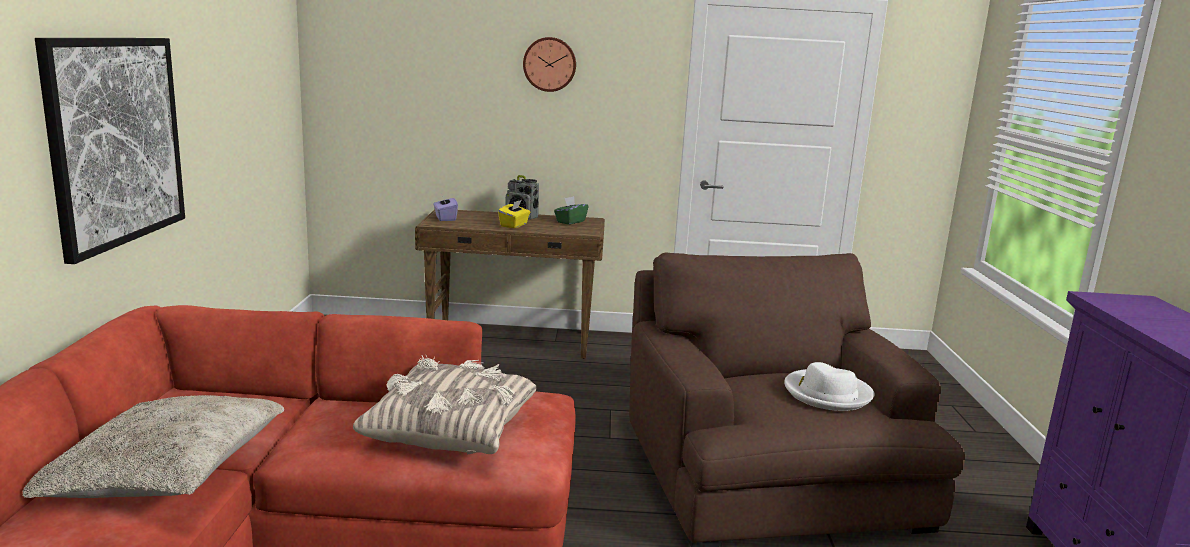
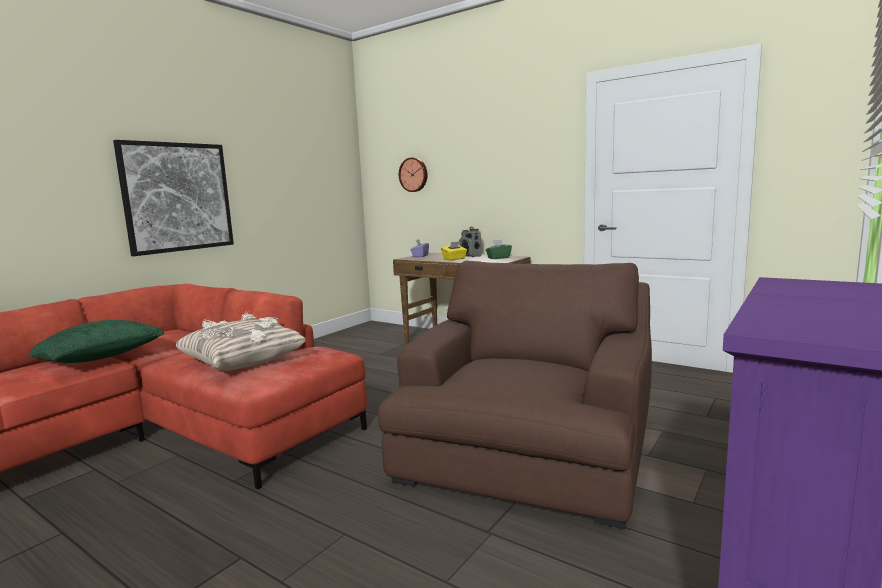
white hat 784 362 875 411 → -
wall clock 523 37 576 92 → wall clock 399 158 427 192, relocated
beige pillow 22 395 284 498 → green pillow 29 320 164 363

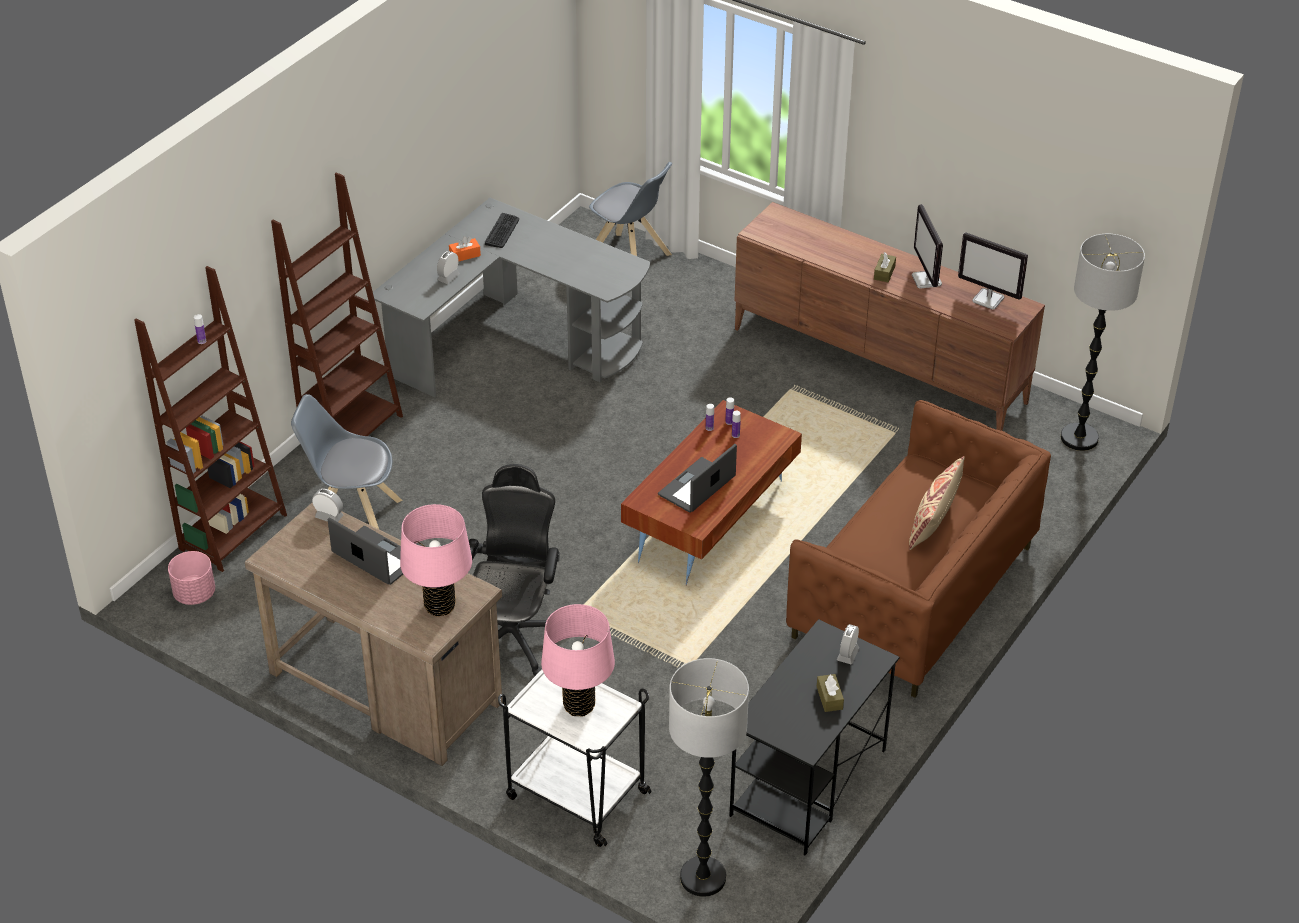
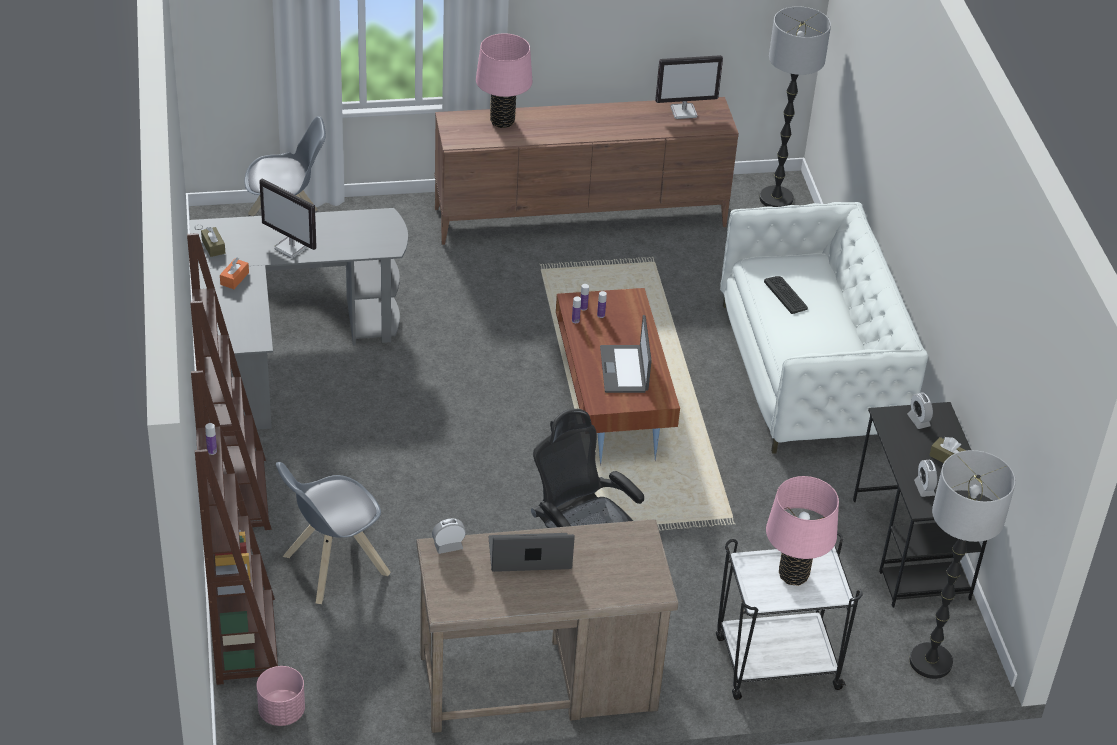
beige pillow 909 456 965 550 → -
pink table lamp 400 504 472 617 → pink table lamp 476 33 532 128, relocated
alarm clock 437 251 460 284 → alarm clock 914 460 937 497, relocated
keyboard 485 213 519 248 → keyboard 764 276 808 314, relocated
brown tissue box 874 252 896 282 → brown tissue box 201 227 225 257, relocated
monitor 912 204 943 289 → monitor 259 179 317 258, relocated
brown sofa 786 400 1051 698 → white sofa 720 202 928 454

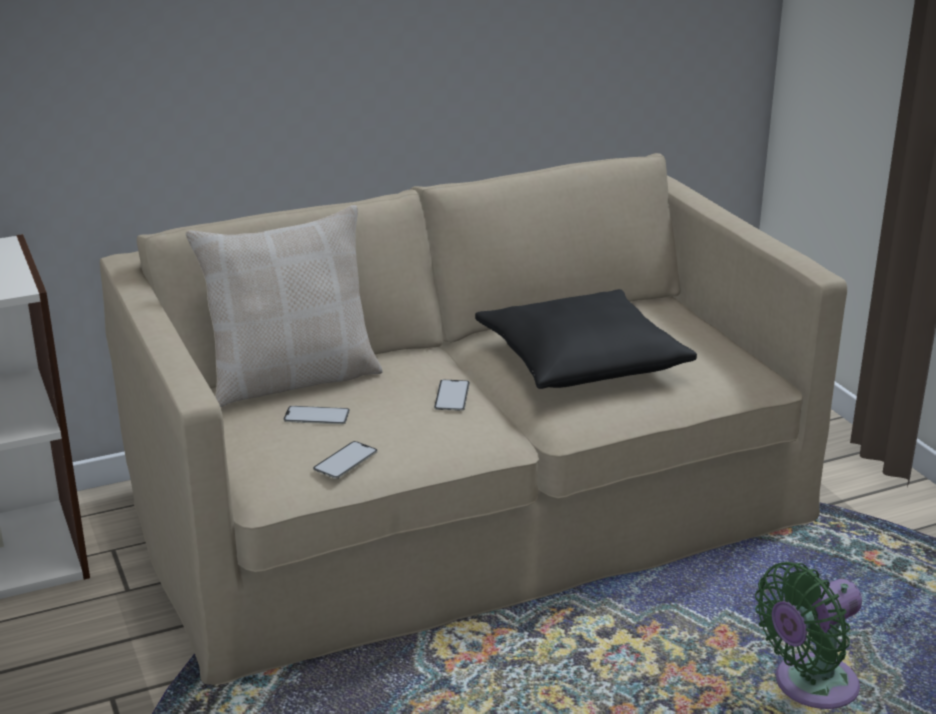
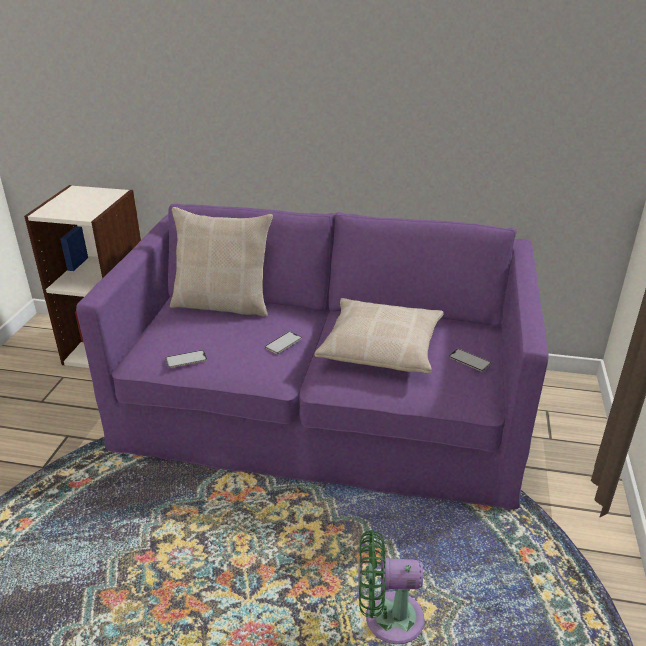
phone 284 406 350 425 → phone 449 349 491 371, relocated
beige sofa 100 153 847 685 → purple sofa 76 204 549 510
black pillow 475 289 697 389 → beige pillow 315 298 444 373

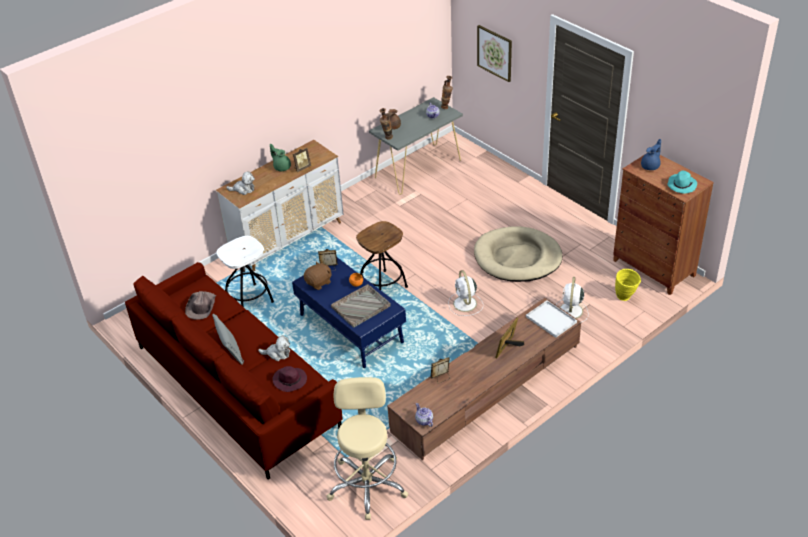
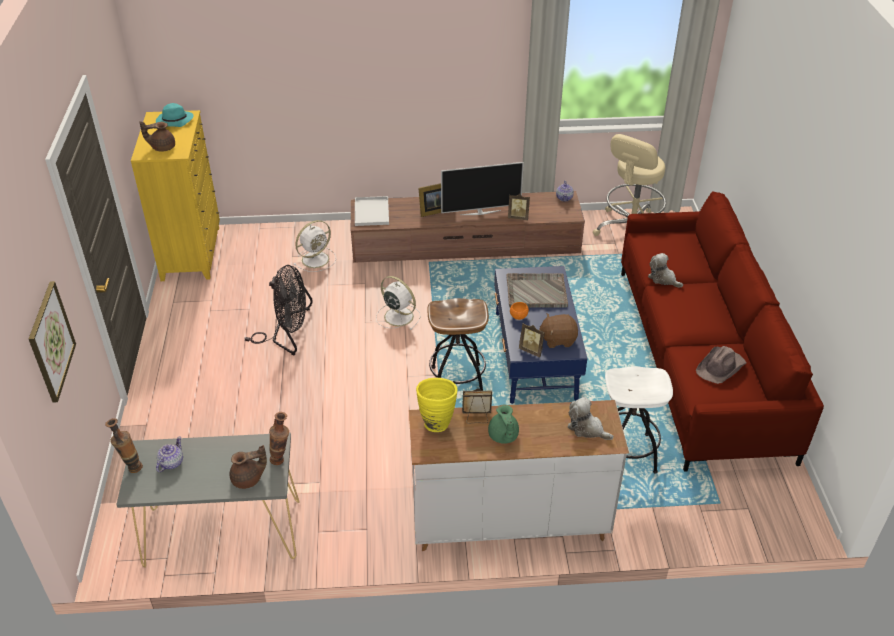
grey pillow 212 314 244 365 → -
purple hat 272 366 307 392 → -
- → television 441 162 524 215
yellow vase 615 269 641 301 → yellow vase 416 378 457 432, relocated
beige dog bed 474 226 562 282 → black fan 245 265 312 356
brown dresser 613 155 714 295 → yellow dresser 131 110 220 281
blue teapot 641 139 661 170 → brown teapot 140 121 175 151
white fan 448 270 483 316 → white fan 376 276 421 330, 75 degrees counterclockwise

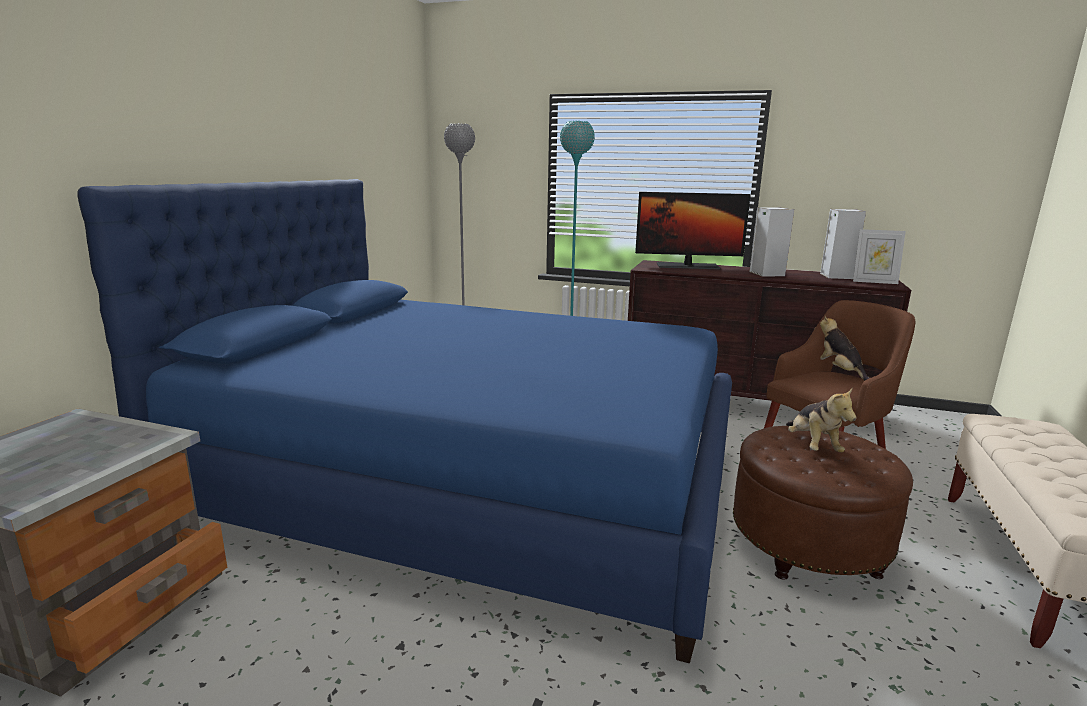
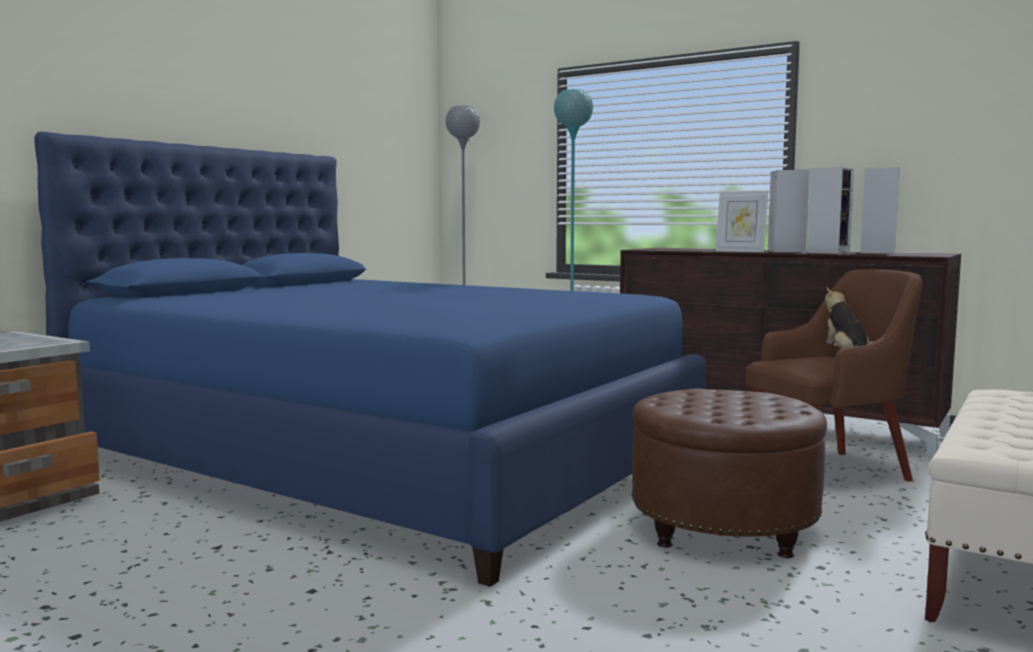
monitor 635 192 751 270 → -
plush toy 786 387 856 452 → -
- → speaker 807 167 854 254
picture frame 853 229 906 284 → picture frame 715 191 768 252, relocated

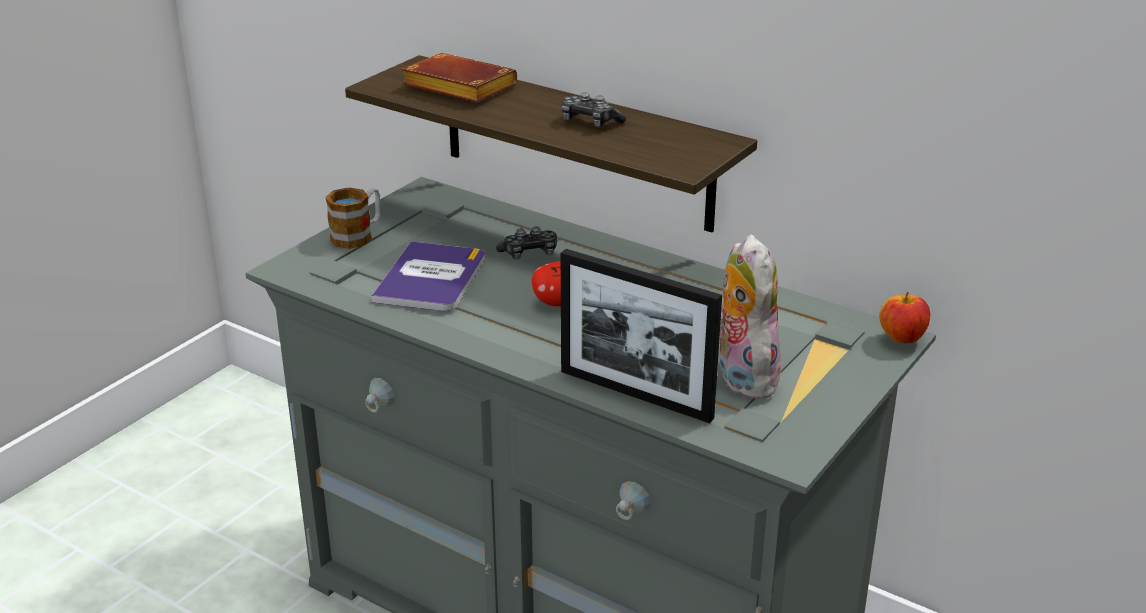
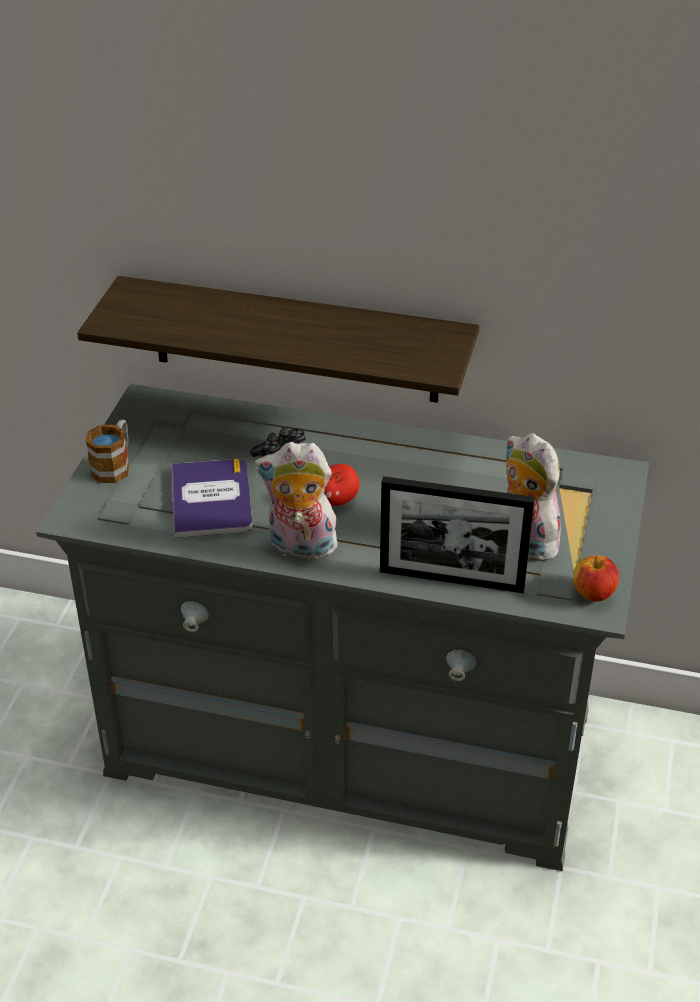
brown book 401 53 517 103 → -
game controller 562 93 626 127 → -
- → plush toy 254 442 340 561
apple 879 292 930 343 → apple 573 555 619 602, relocated

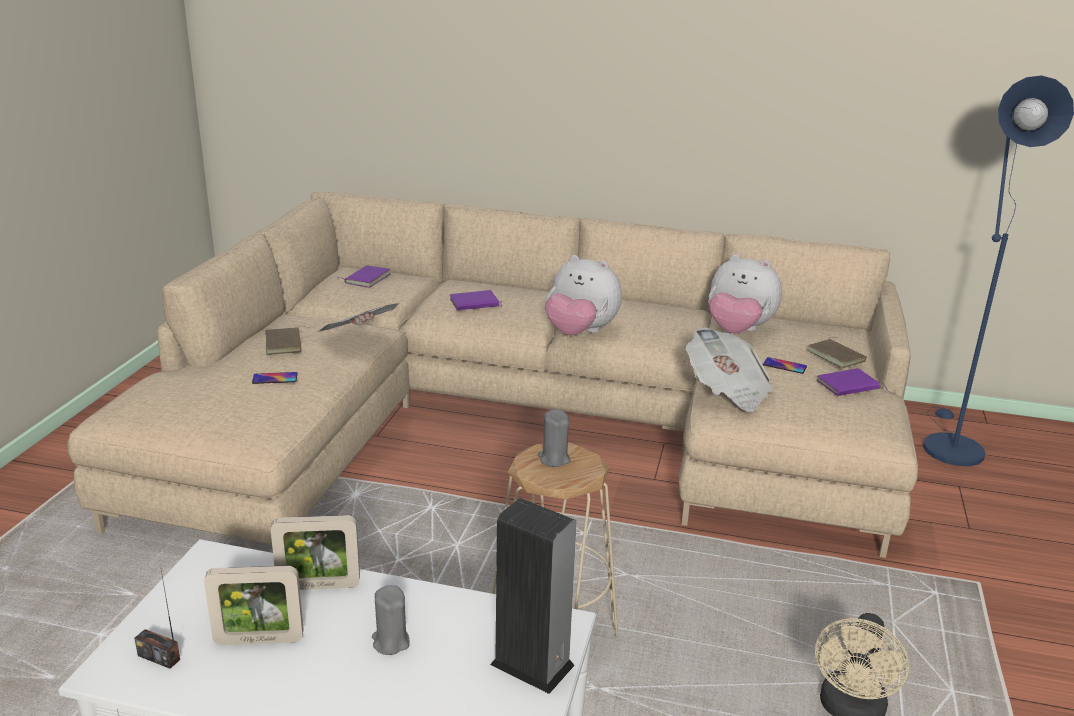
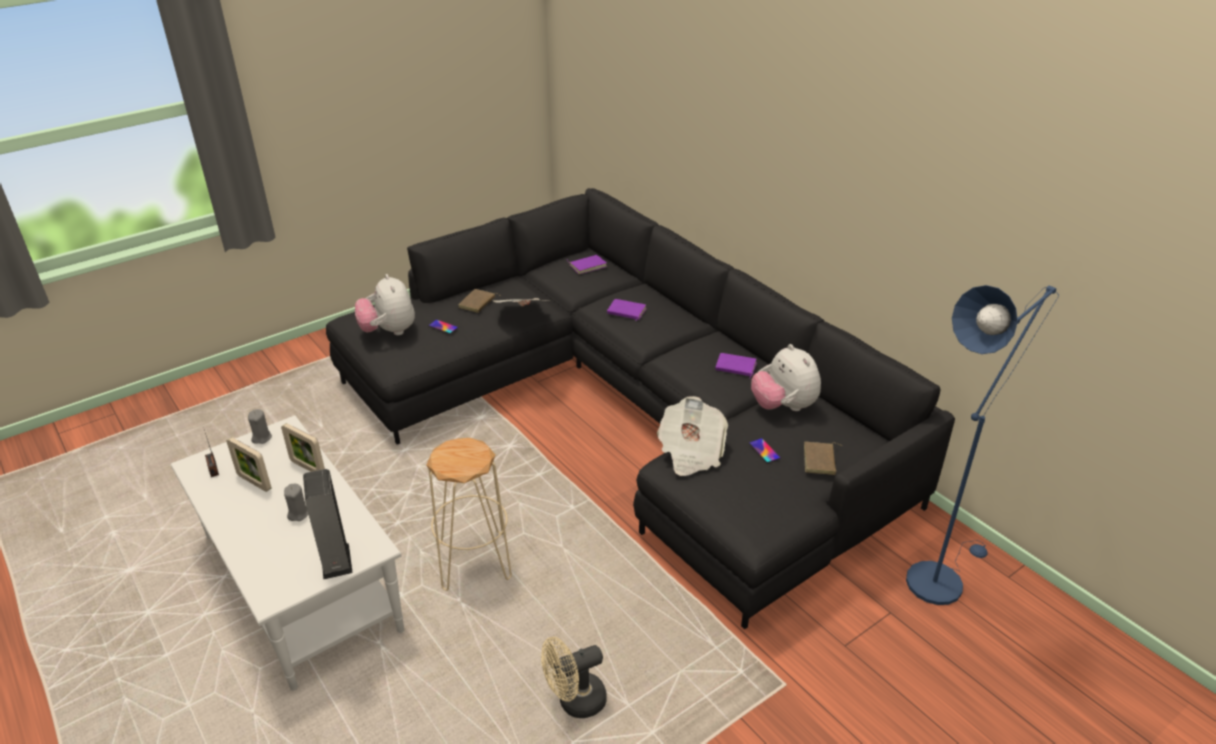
grey candle 538 409 571 467 → grey candle 248 409 272 444, relocated
plush toy 545 255 622 335 → plush toy 355 274 415 335, relocated
purple book 817 368 888 396 → purple book 715 353 757 379, relocated
beige sofa 67 192 918 558 → black sofa 326 188 955 629

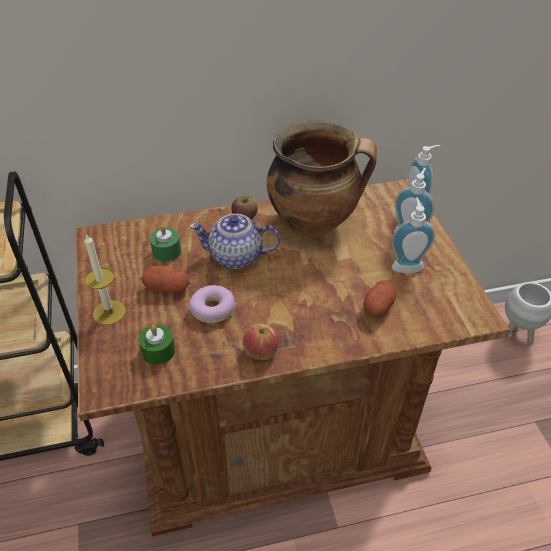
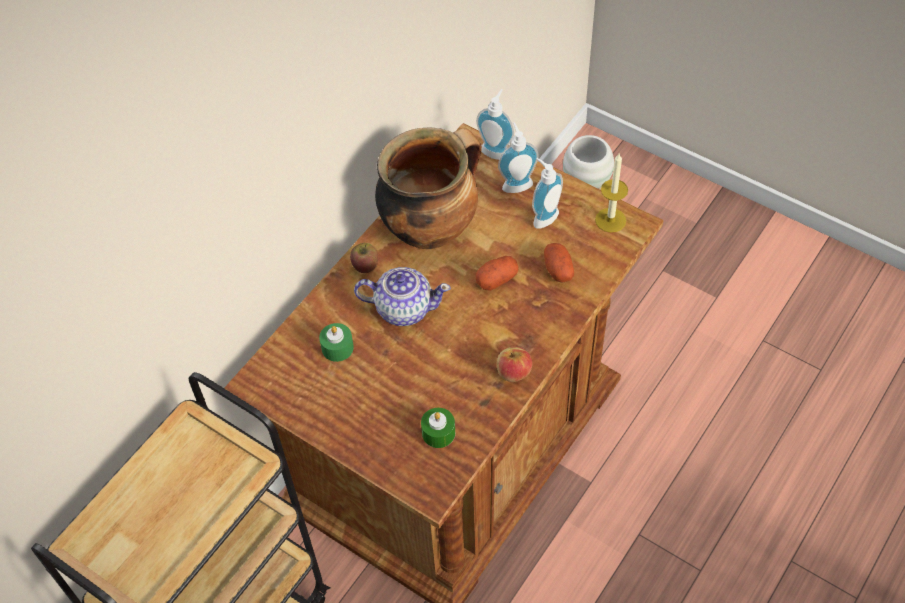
donut 189 285 235 323 → -
candle 84 233 126 325 → candle 595 154 628 233, relocated
potato 141 266 189 293 → potato 475 256 519 291, relocated
teapot 189 214 280 269 → teapot 354 267 451 326, 135 degrees counterclockwise

